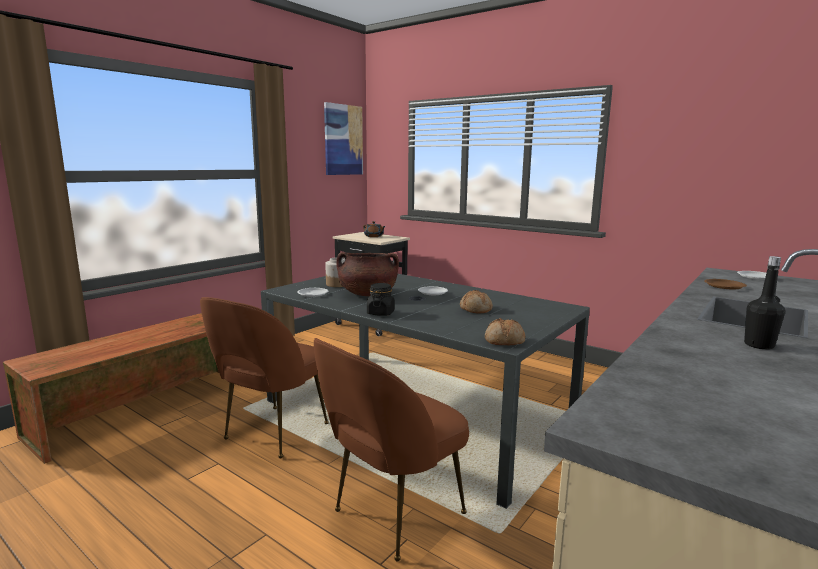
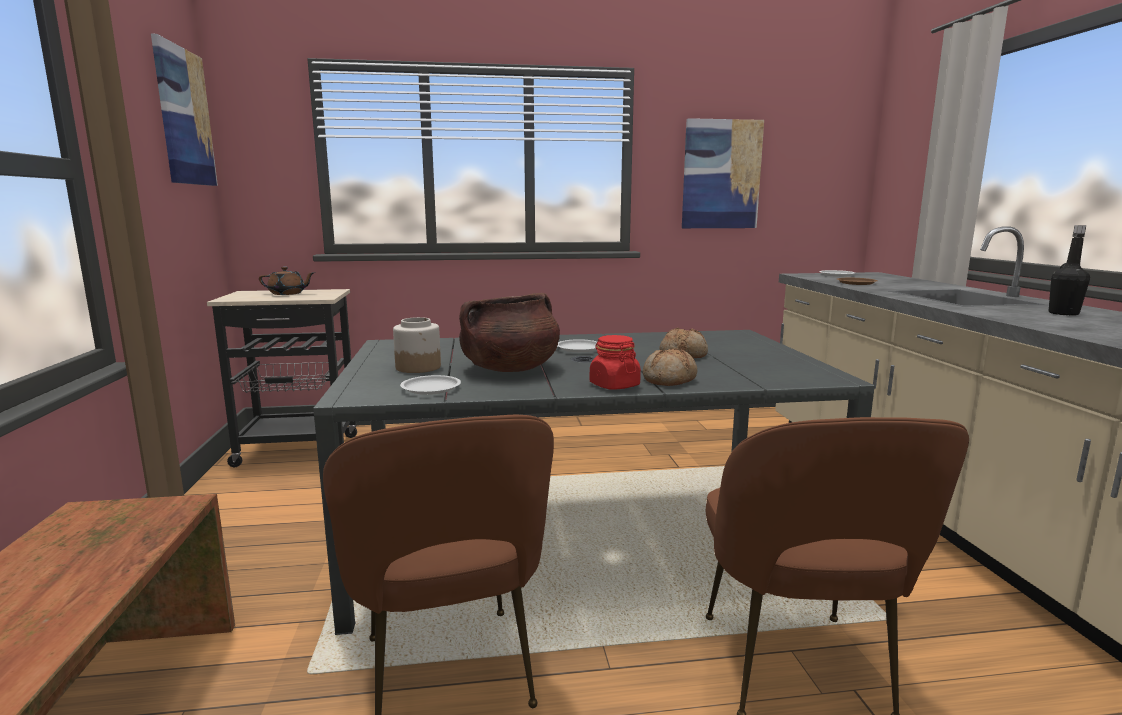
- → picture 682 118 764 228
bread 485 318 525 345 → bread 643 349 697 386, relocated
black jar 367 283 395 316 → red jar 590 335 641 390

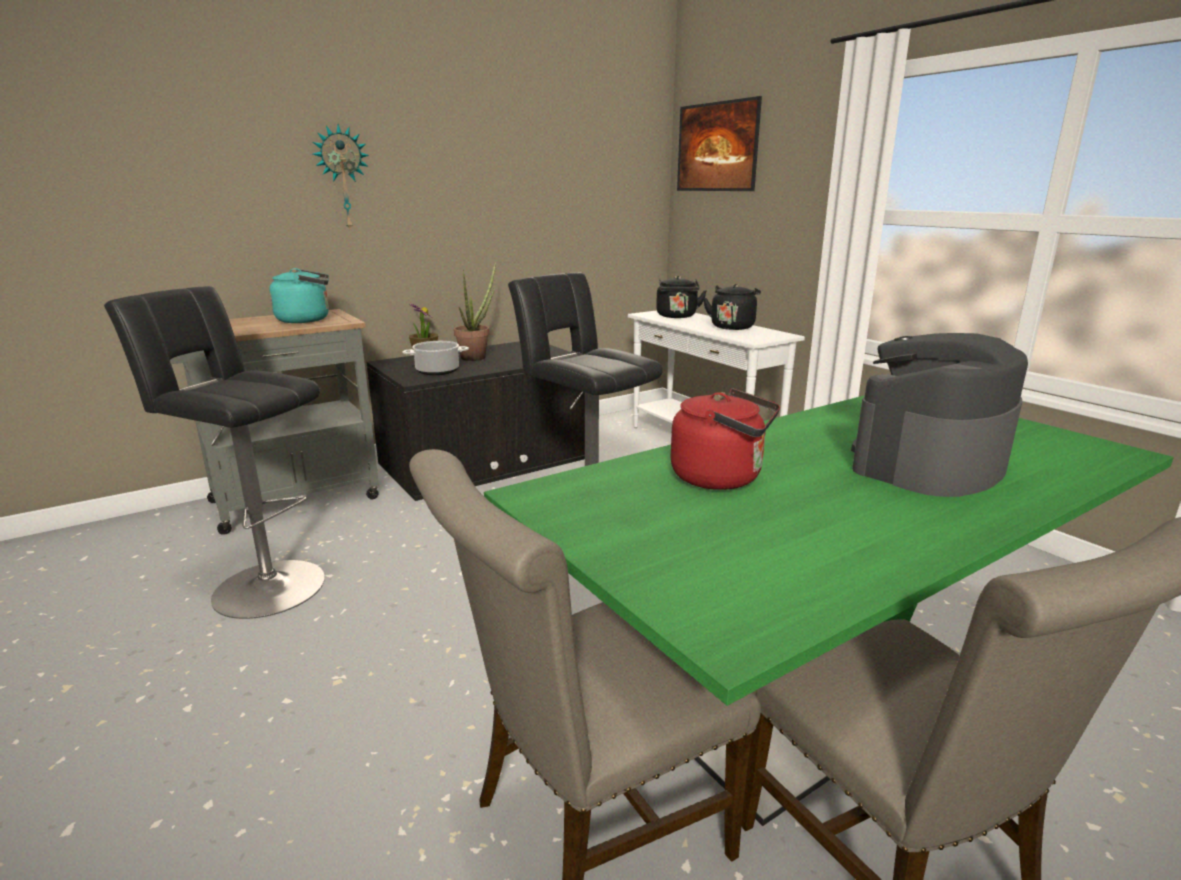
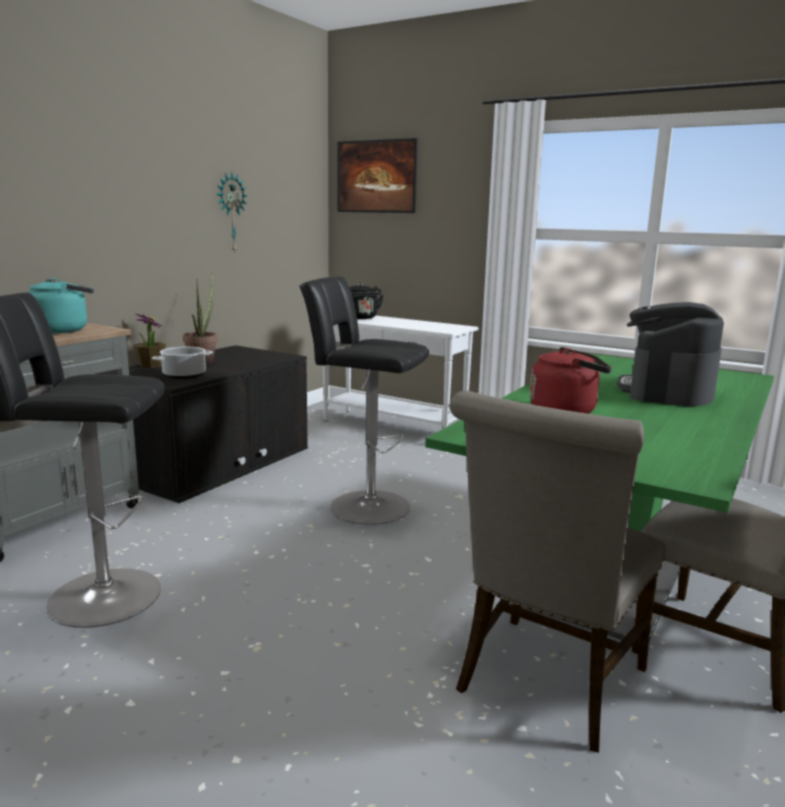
black kettle 703 284 761 330 → -
wall clock 313 124 369 229 → wall clock 217 172 247 252, relocated

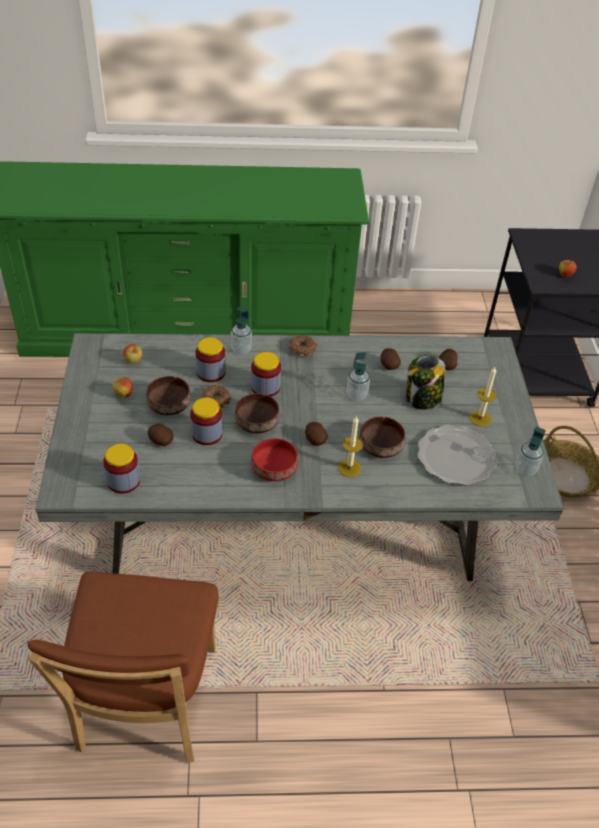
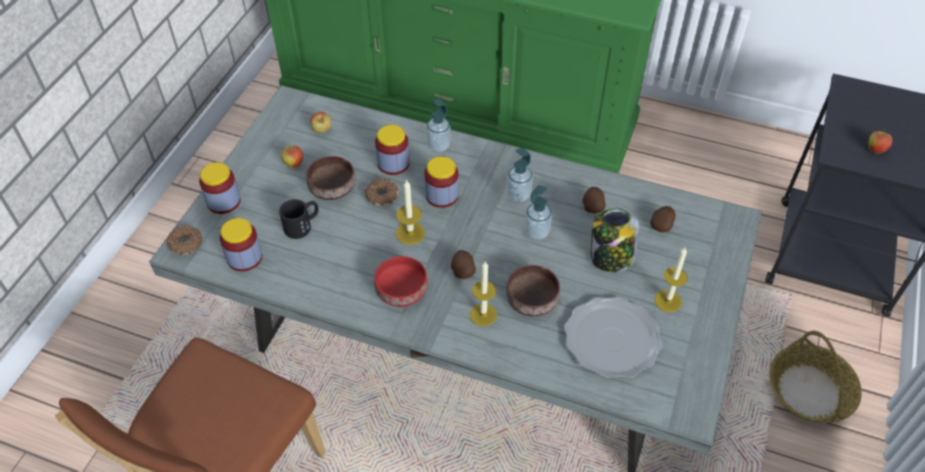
jar 190 398 223 445 → jar 199 162 241 214, relocated
donut 289 335 318 356 → donut 166 225 202 255, relocated
soap dispenser 515 426 546 476 → soap dispenser 507 148 533 202, relocated
potato 148 424 173 446 → black mug 279 199 319 239
brown bowl 235 393 280 433 → candle 396 179 425 245

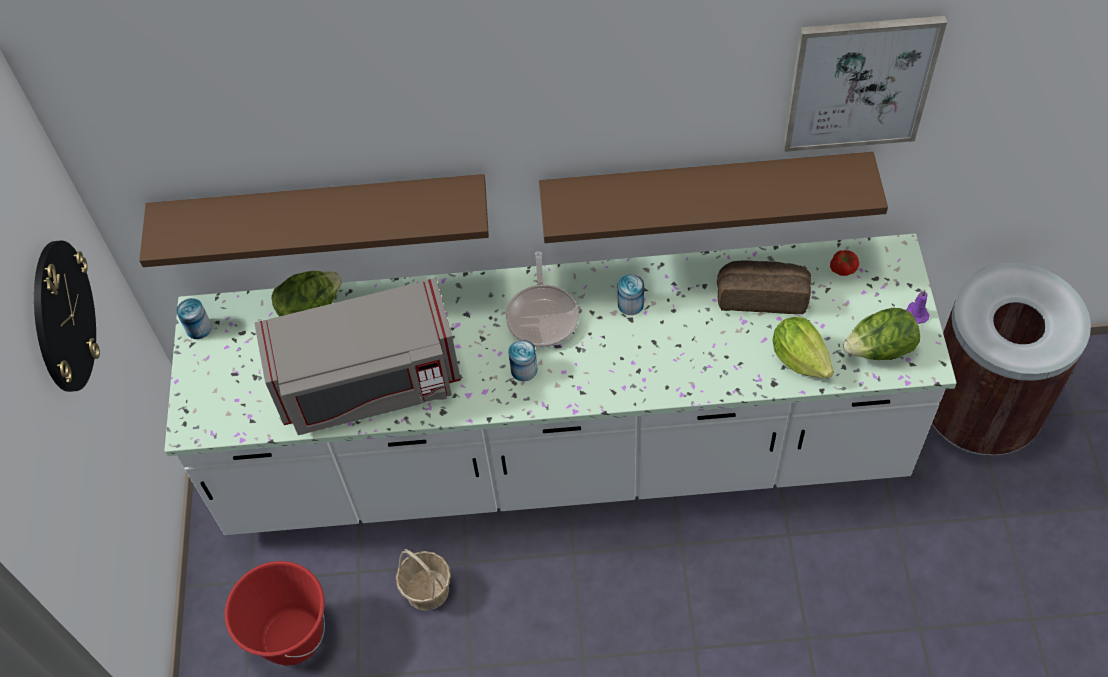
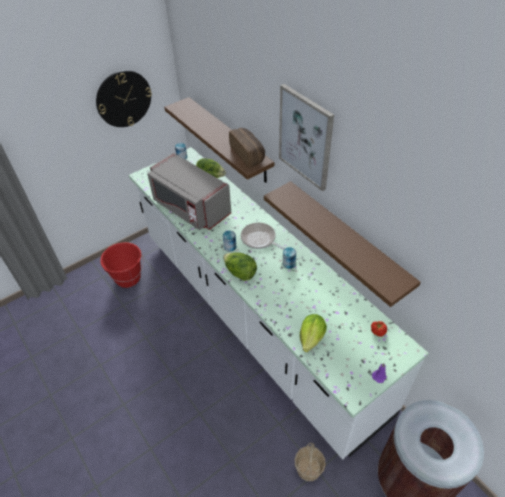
basket 396 549 451 611 → basket 294 443 326 481, relocated
bread 717 260 812 314 → bread 229 128 265 168, relocated
picture 783 16 947 152 → picture 279 84 334 191, relocated
lettuce 843 308 920 360 → lettuce 223 252 257 281, relocated
frying pan 506 251 579 348 → frying pan 241 222 285 250, 75 degrees clockwise

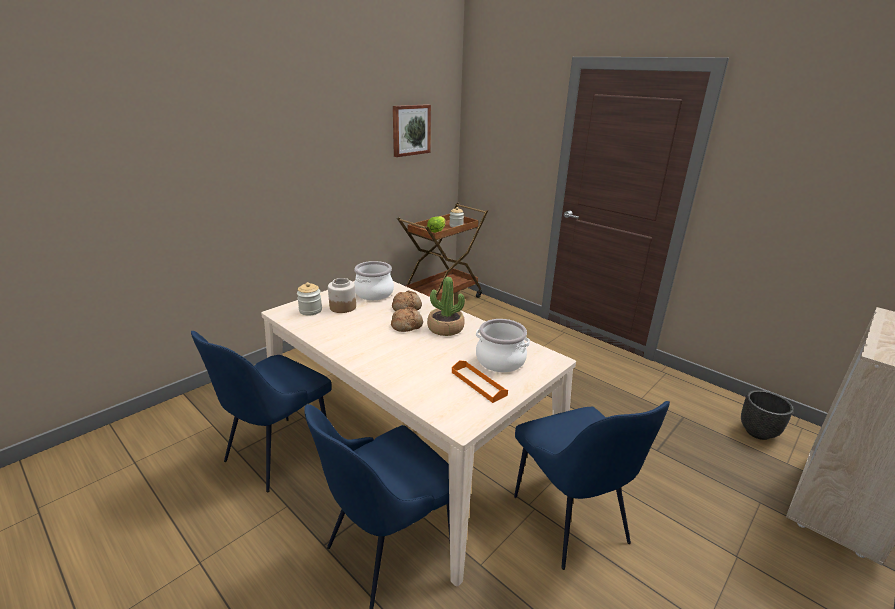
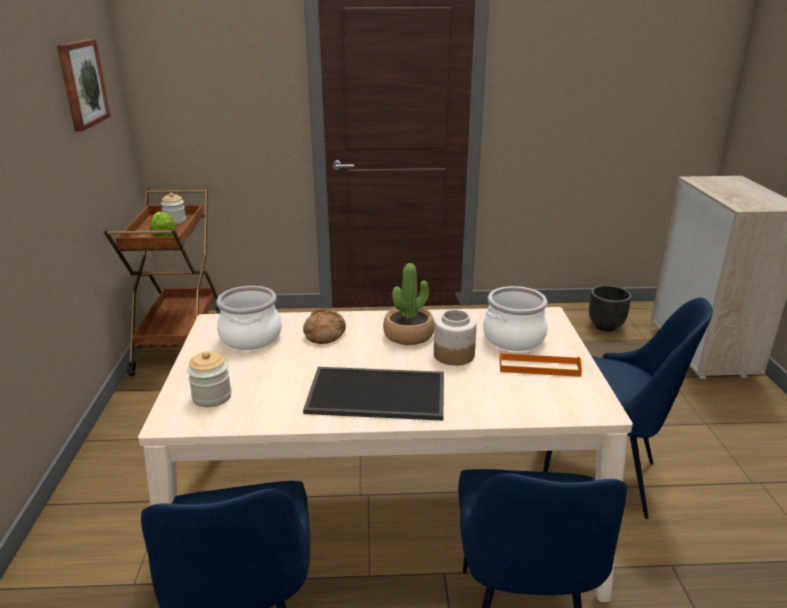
bread 391 307 423 332 → -
- → tray 303 367 444 421
jar 328 278 356 313 → jar 434 310 477 366, relocated

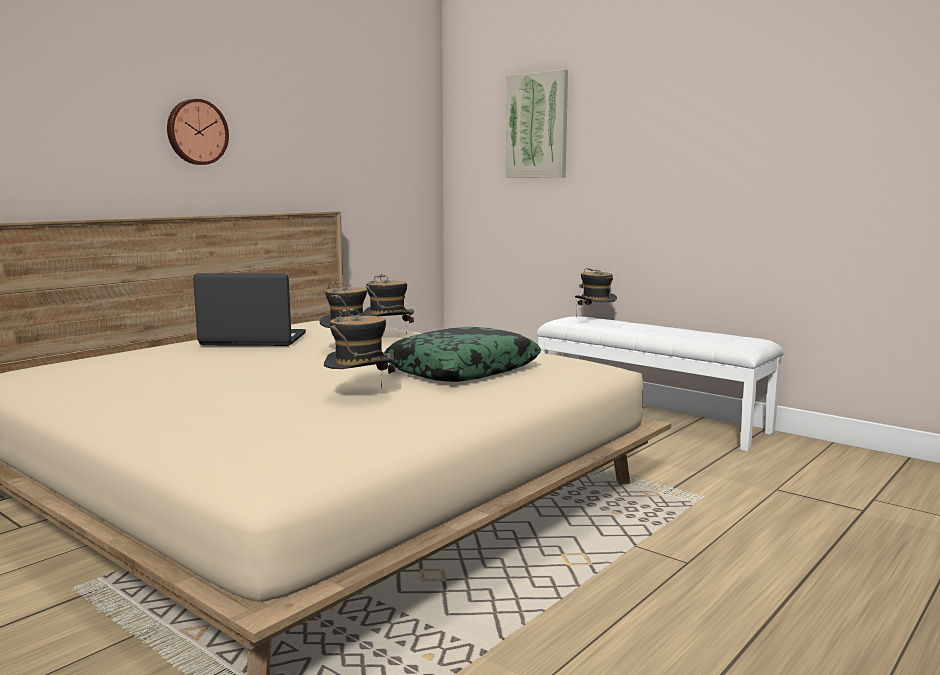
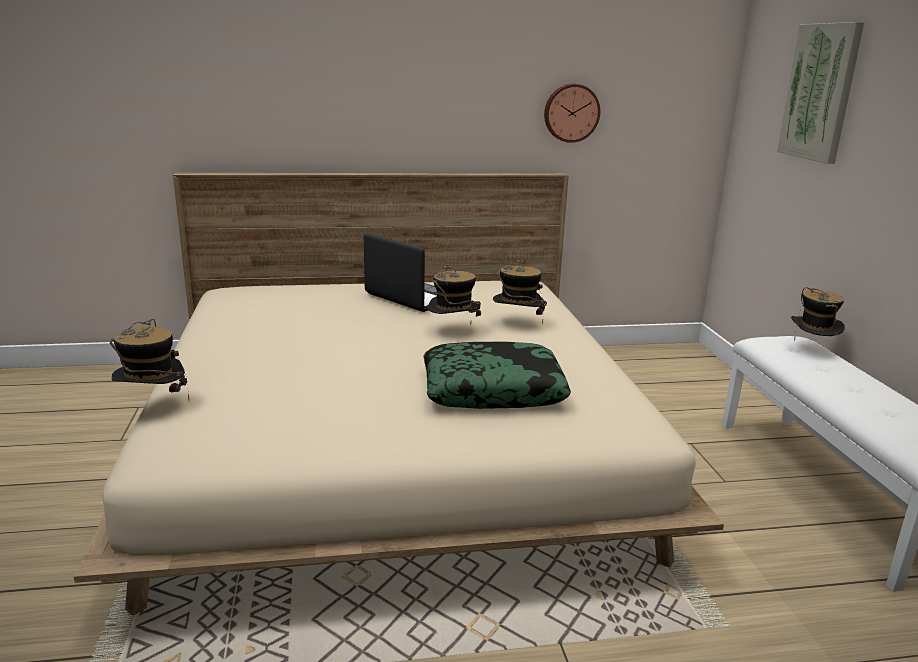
wall clock 167 99 229 165 → wall clock 544 84 600 143, relocated
hat 324 307 396 389 → hat 110 319 189 400, relocated

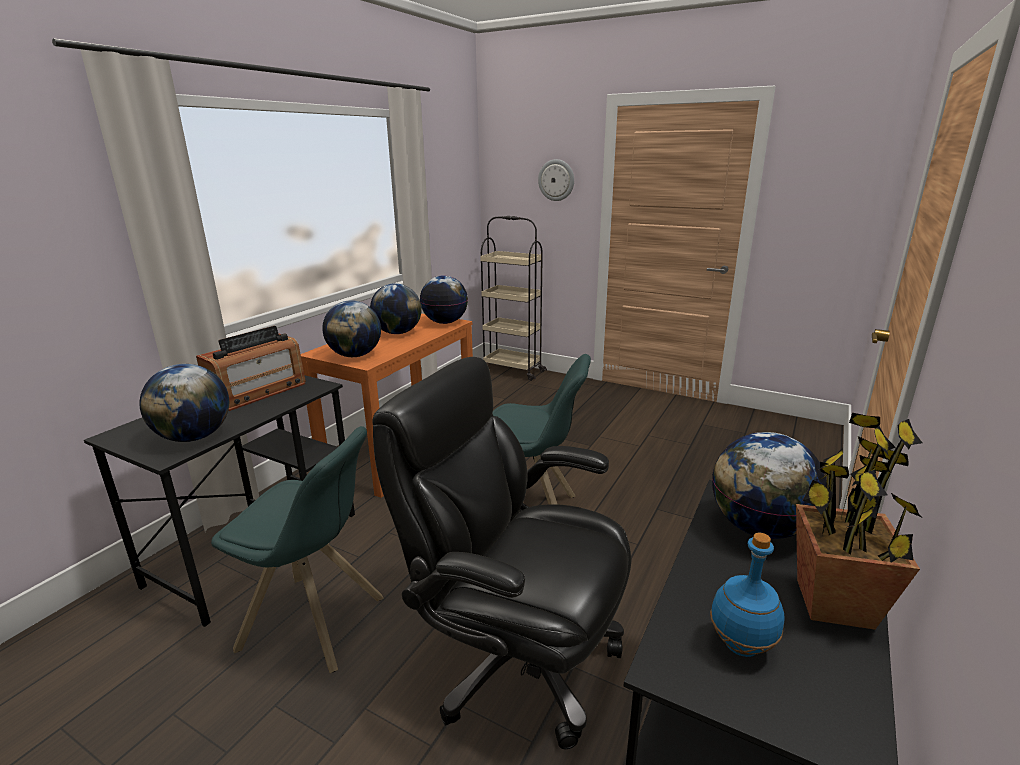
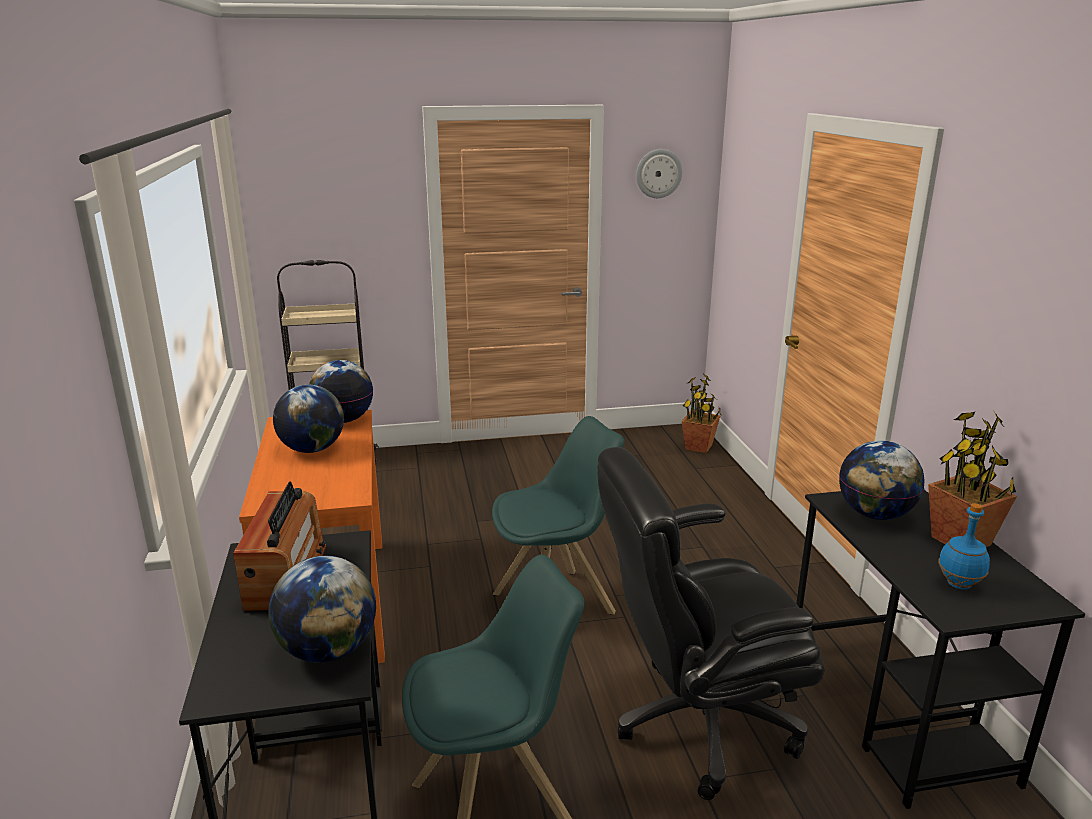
globe 322 300 381 357 → -
- → potted plant 682 374 722 453
wall clock 538 159 574 201 → wall clock 636 149 682 198, relocated

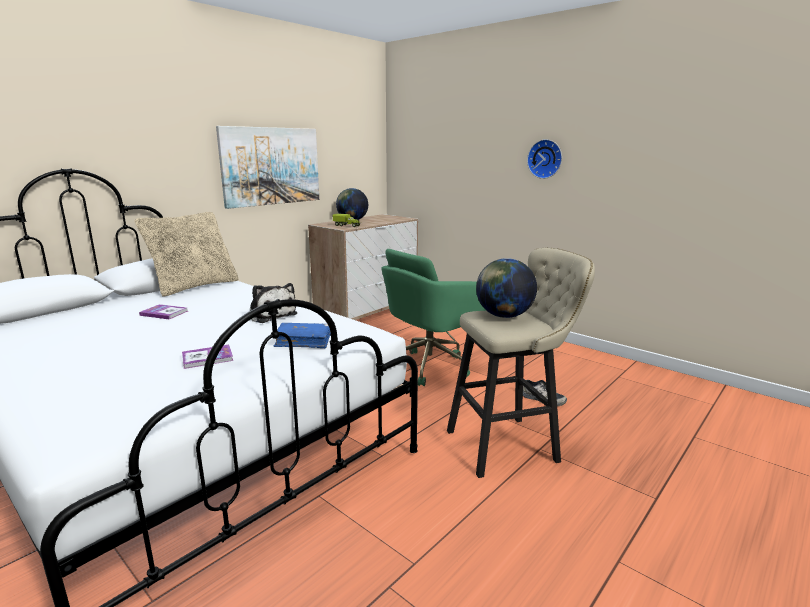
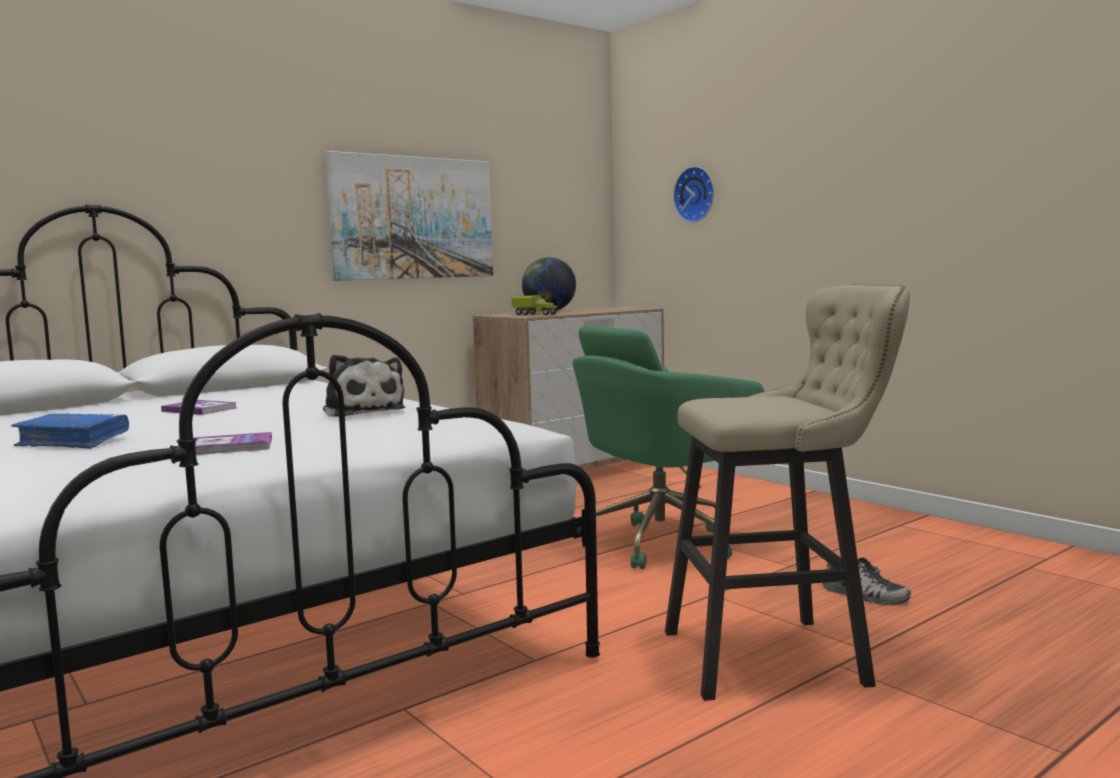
beige pillow 135 212 239 297 → -
globe 476 258 537 318 → -
blue book 274 323 331 348 → blue book 11 413 129 449, relocated
wall clock 527 139 562 179 → wall clock 673 166 714 223, relocated

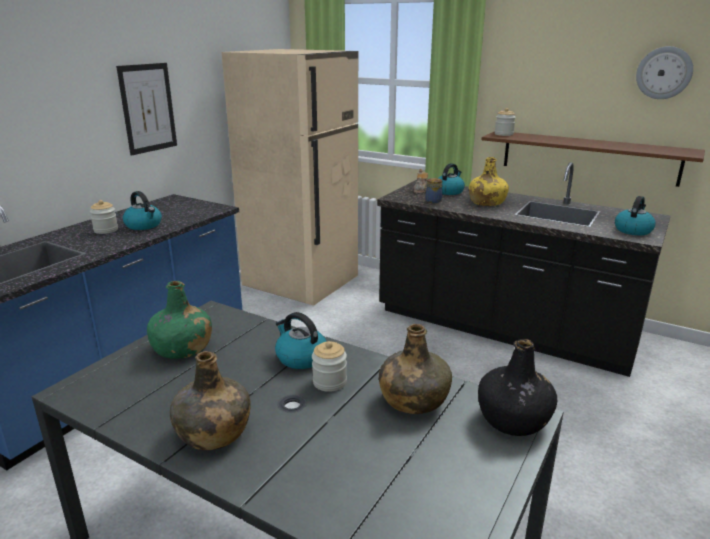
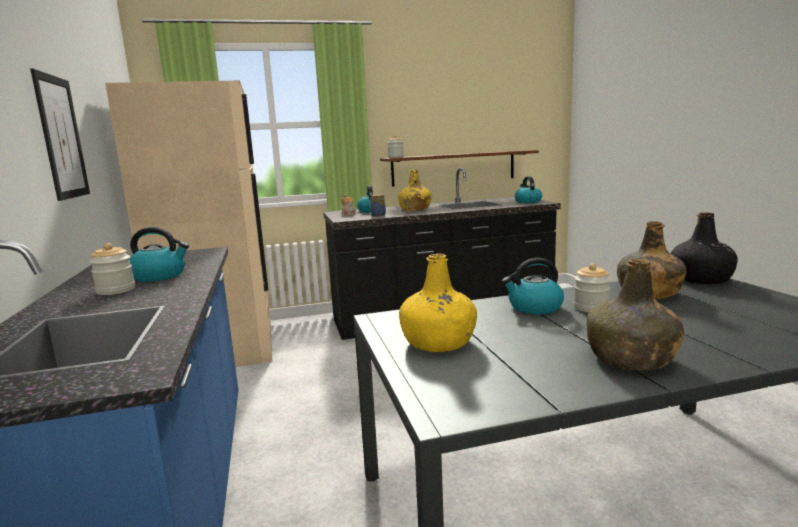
wall clock 636 46 693 99 → -
green bottle 147 281 212 359 → yellow bottle 399 253 477 352

